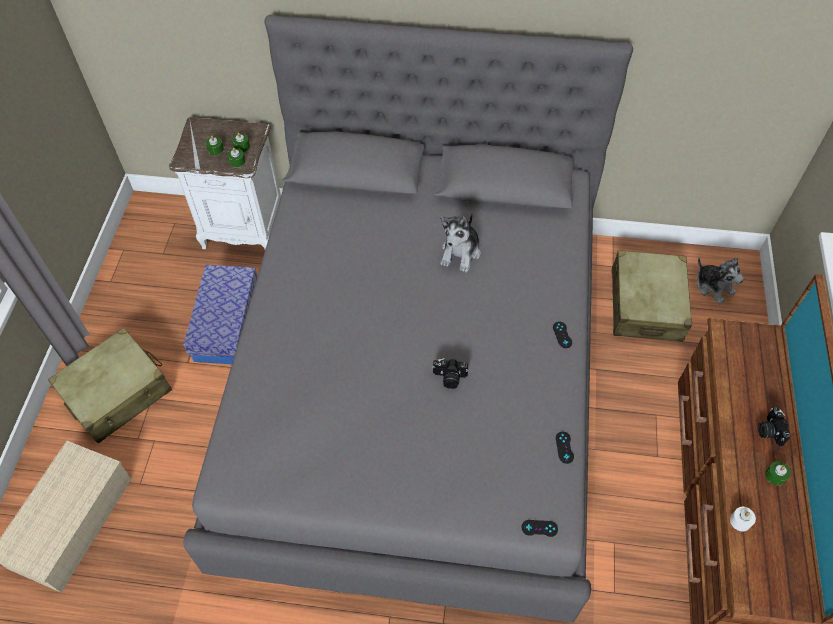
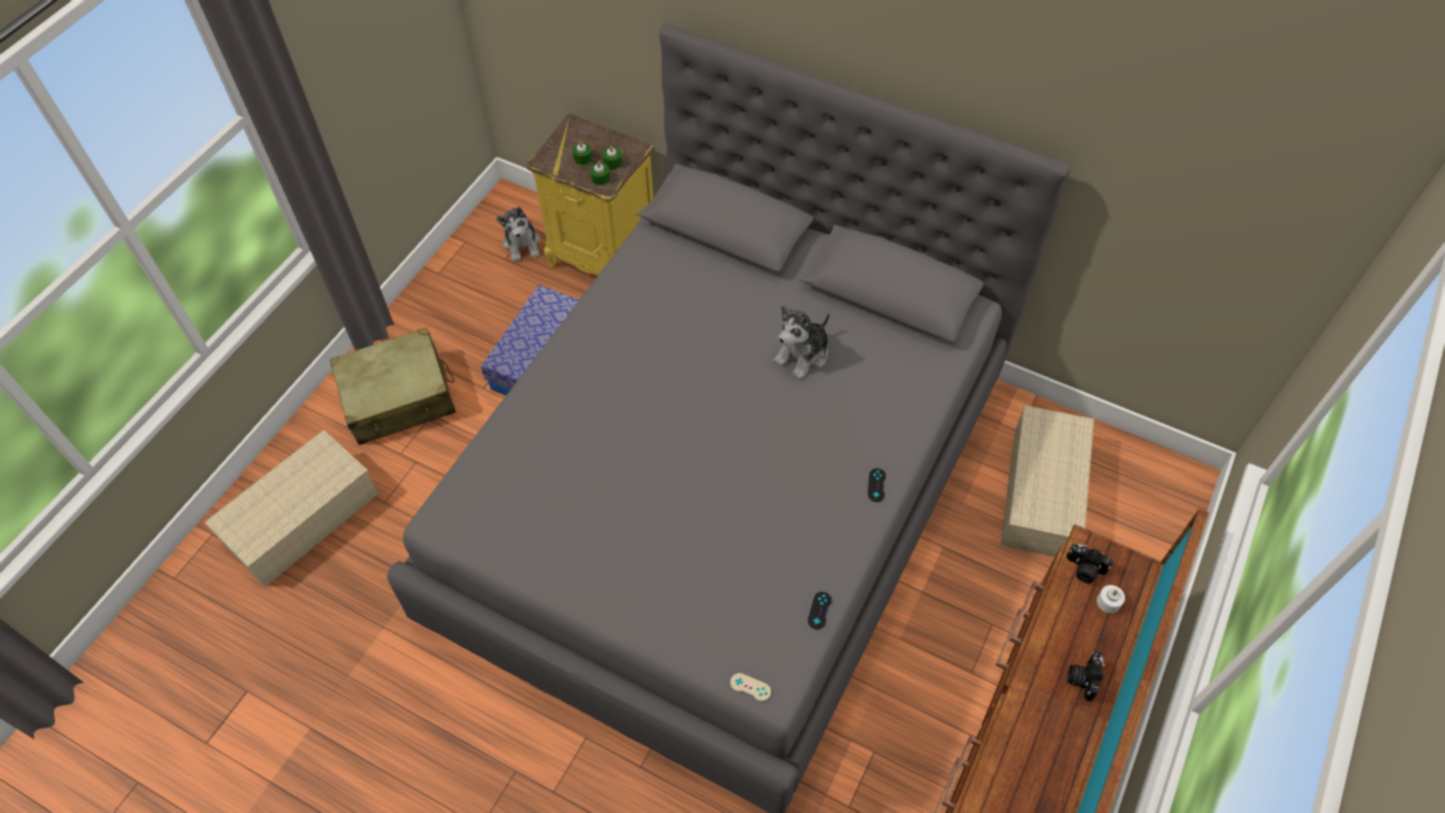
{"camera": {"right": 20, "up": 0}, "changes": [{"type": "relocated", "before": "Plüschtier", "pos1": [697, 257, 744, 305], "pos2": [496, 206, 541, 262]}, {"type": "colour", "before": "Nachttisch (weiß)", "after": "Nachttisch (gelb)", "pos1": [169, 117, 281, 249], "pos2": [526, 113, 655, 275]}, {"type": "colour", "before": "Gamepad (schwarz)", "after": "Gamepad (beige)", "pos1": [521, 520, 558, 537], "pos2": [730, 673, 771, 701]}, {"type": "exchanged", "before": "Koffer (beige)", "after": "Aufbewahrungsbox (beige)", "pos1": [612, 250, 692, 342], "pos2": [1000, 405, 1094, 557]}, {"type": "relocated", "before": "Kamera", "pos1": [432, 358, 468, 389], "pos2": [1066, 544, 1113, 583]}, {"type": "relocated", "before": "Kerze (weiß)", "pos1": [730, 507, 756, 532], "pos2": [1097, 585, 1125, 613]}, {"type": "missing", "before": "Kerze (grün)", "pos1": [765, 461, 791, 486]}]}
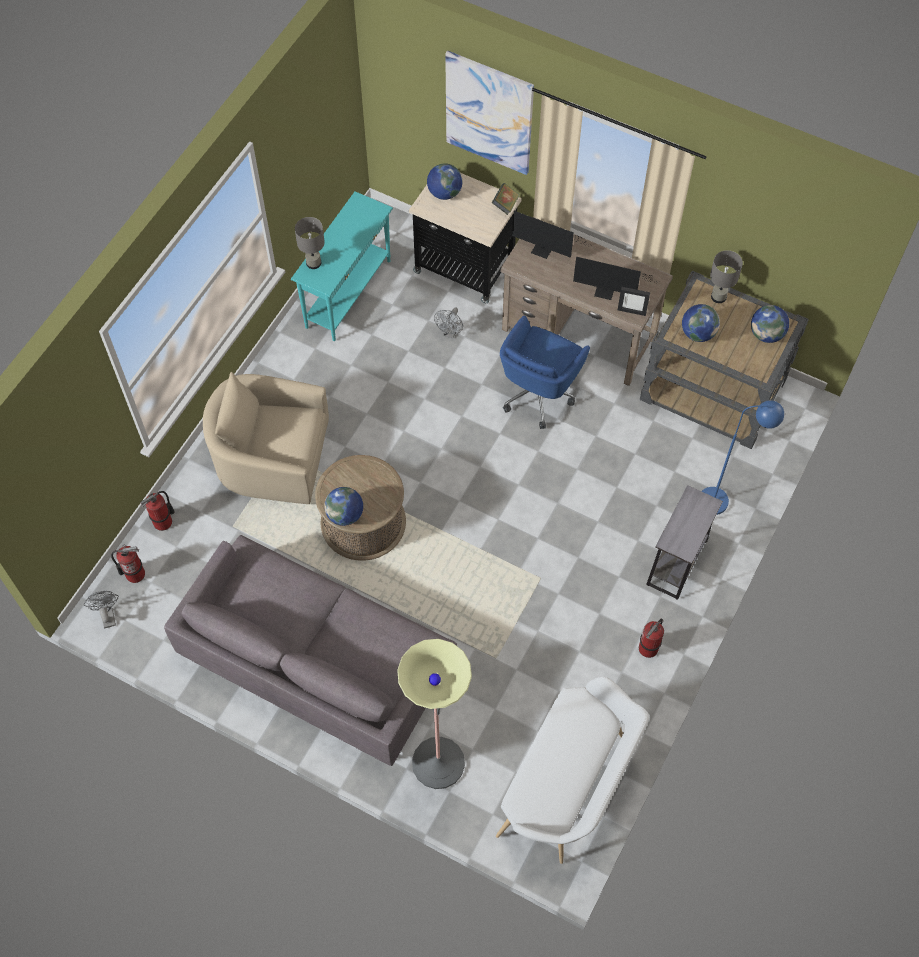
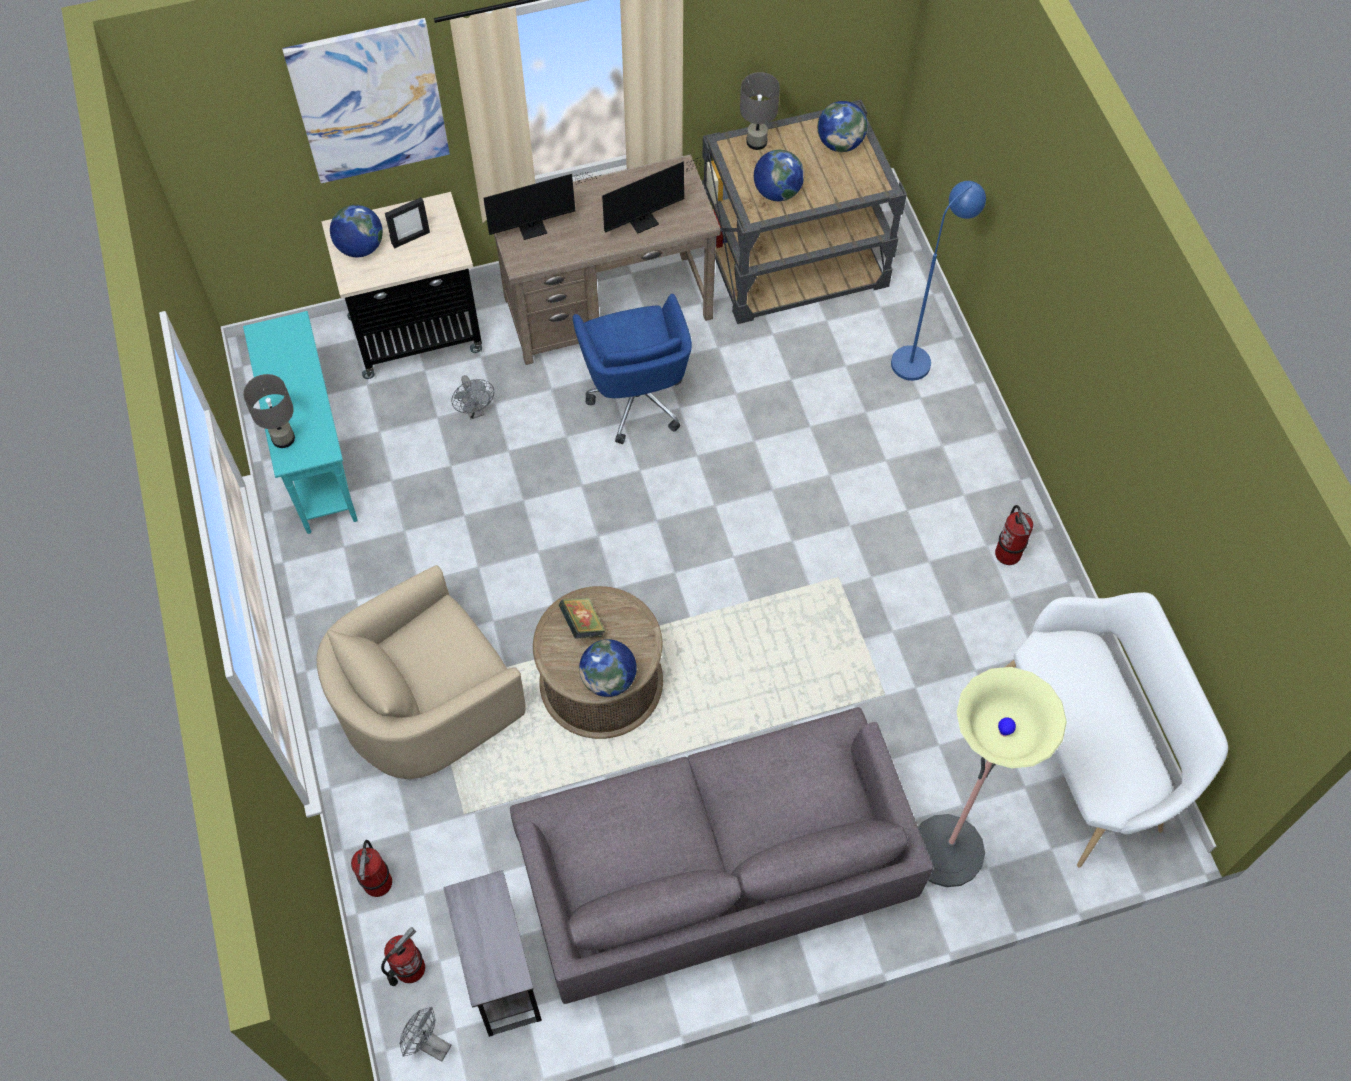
{"camera": {"right": -45, "up": 0}, "changes": [{"type": "relocated", "before": "Bilderrahmen", "pos1": [618, 287, 650, 316], "pos2": [385, 197, 430, 248]}, {"type": "relocated", "before": "Beistelltisch (grau)", "pos1": [646, 485, 723, 600], "pos2": [443, 870, 542, 1037]}, {"type": "relocated", "before": "Buch", "pos1": [492, 183, 520, 215], "pos2": [559, 598, 605, 639]}]}
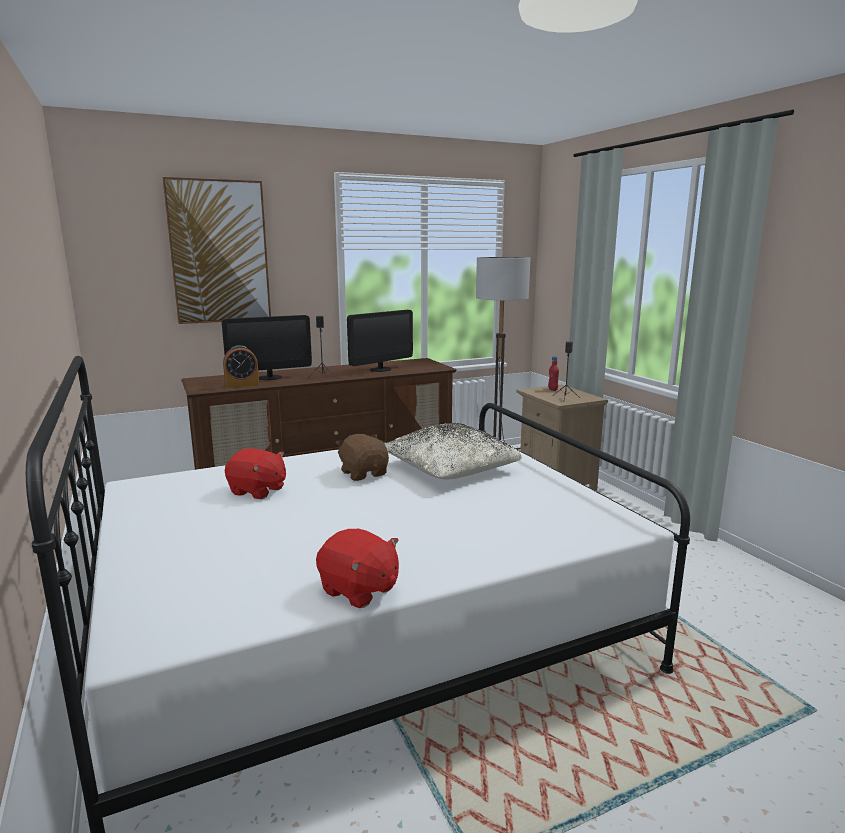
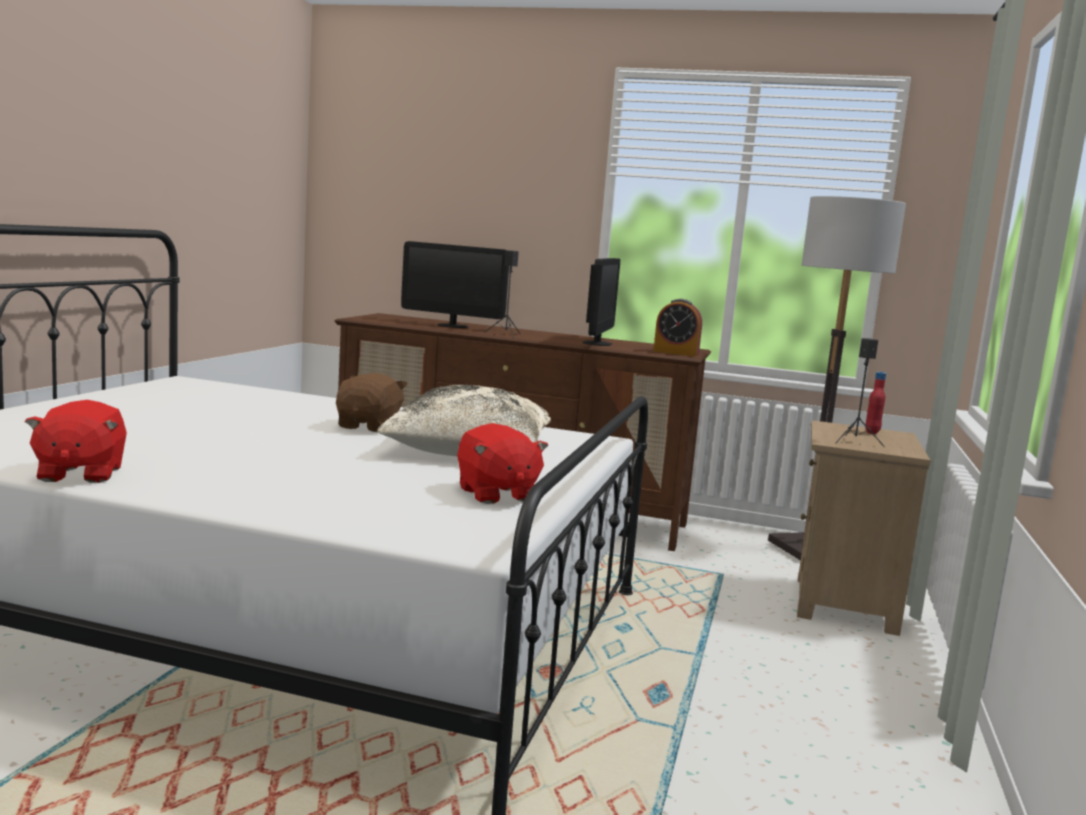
{"camera": {"right": 40, "up": -5}, "changes": [{"type": "relocated", "before": "Plüschtier (rot)", "pos1": [225, 448, 286, 499], "pos2": [457, 423, 548, 504]}, {"type": "spun", "before": "Monitor", "pos1": [347, 310, 413, 372], "pos2": [582, 258, 620, 346], "turn": -75}, {"type": "relocated", "before": "Wecker", "pos1": [223, 345, 259, 388], "pos2": [653, 299, 702, 357]}, {"type": "missing", "before": "Bild", "pos1": [162, 177, 271, 324]}]}
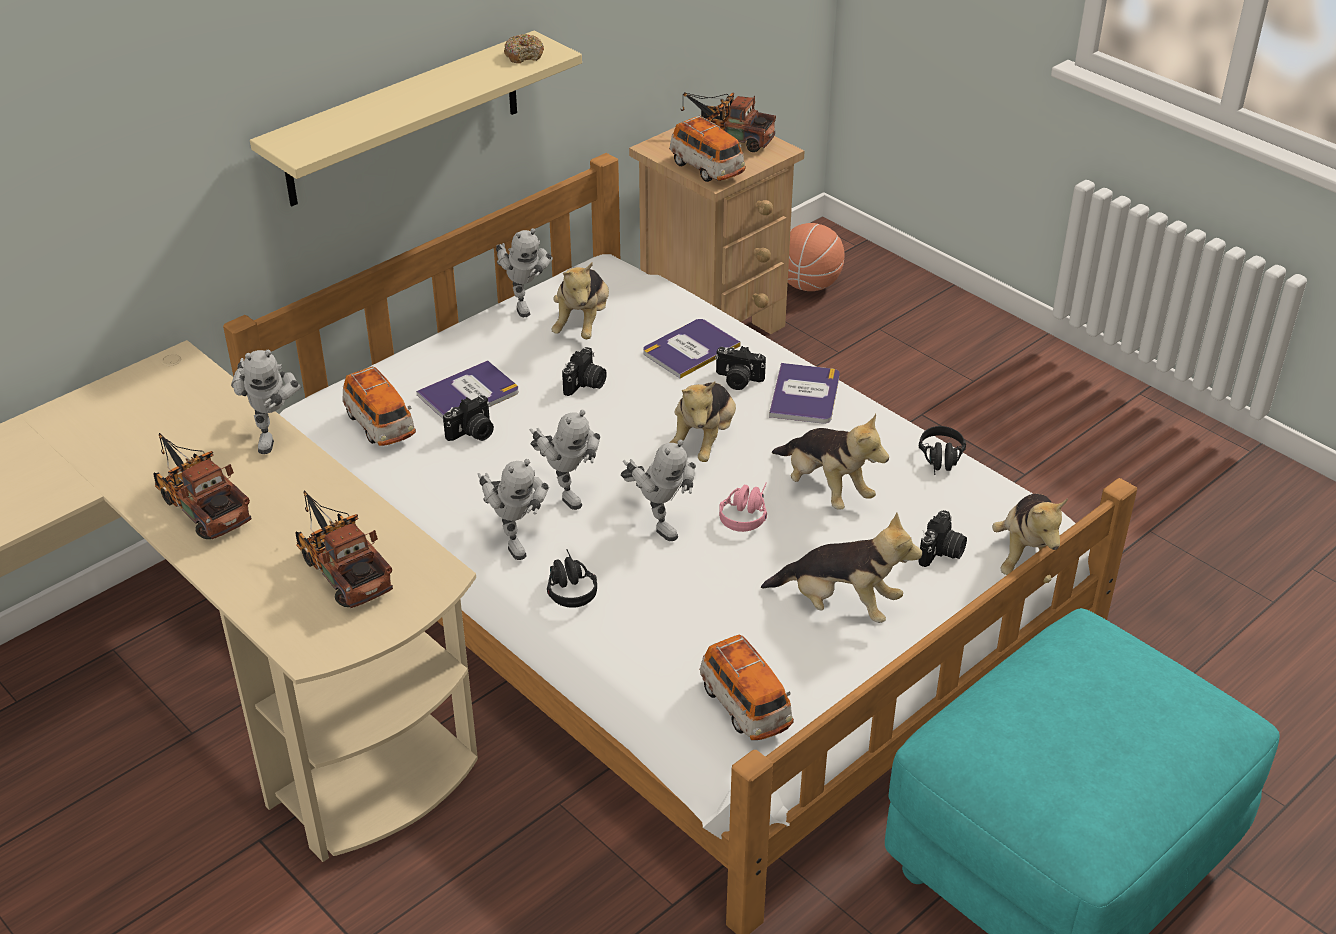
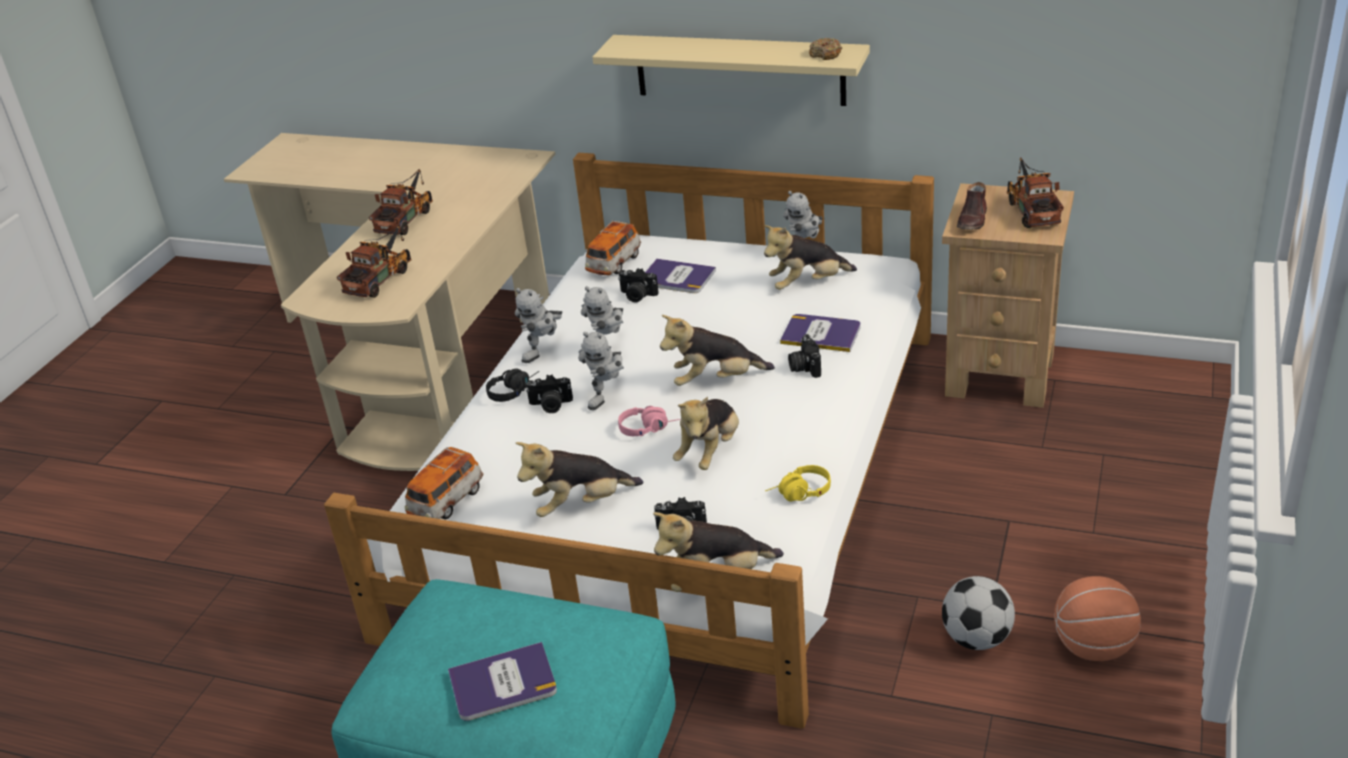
{"camera": {"right": 65, "up": -5}, "changes": [{"type": "relocated", "before": "Buch", "pos1": [769, 363, 840, 424], "pos2": [448, 642, 557, 721]}, {"type": "spun", "before": "Plüschtier", "pos1": [761, 512, 922, 623], "pos2": [516, 442, 643, 517], "turn": 75}, {"type": "relocated", "before": "Kamera", "pos1": [562, 347, 607, 396], "pos2": [526, 374, 573, 413]}, {"type": "colour", "before": "Kopfhörer (schwarz)", "after": "Kopfhörer (gelb)", "pos1": [919, 426, 966, 475], "pos2": [765, 465, 831, 501]}, {"type": "appeared", "after": "Fußball", "pos2": [942, 576, 1015, 650]}, {"type": "exchanged", "before": "Spielzeugauto", "after": "Schuh (braun)", "pos1": [669, 115, 745, 182], "pos2": [957, 182, 987, 230]}, {"type": "relocated", "before": "Basketball", "pos1": [788, 223, 845, 291], "pos2": [1054, 576, 1141, 661]}, {"type": "missing", "before": "Spielzeugroboter", "pos1": [231, 350, 301, 454]}]}
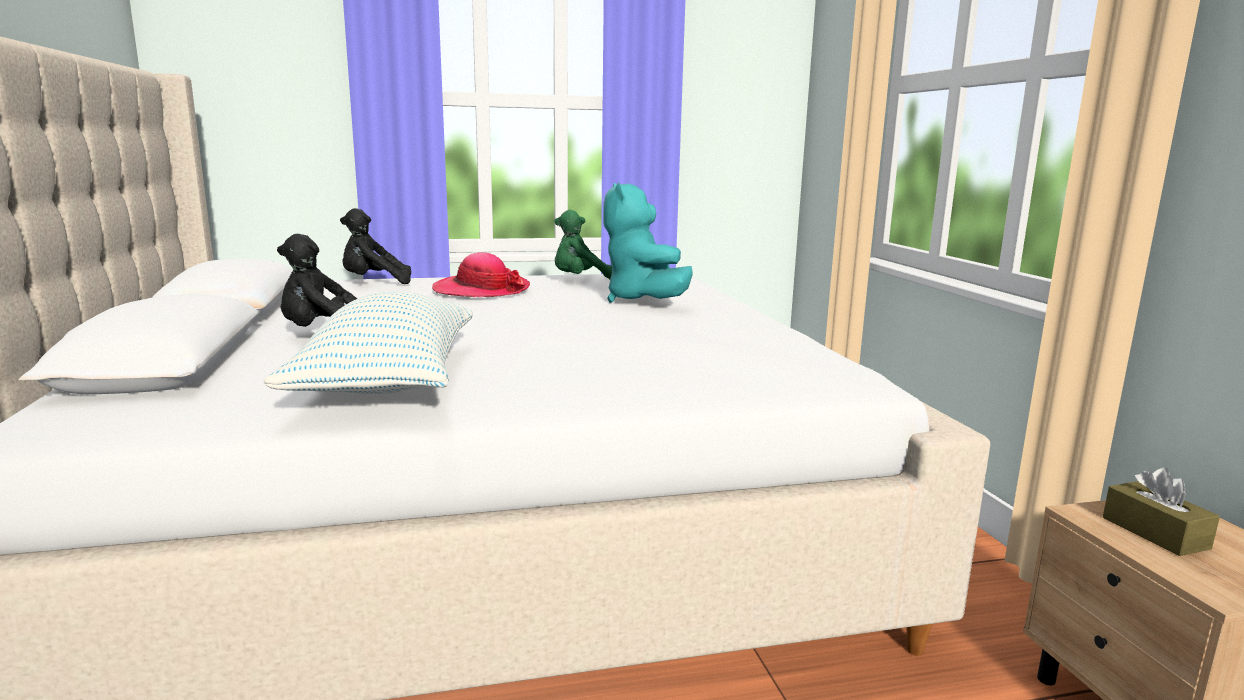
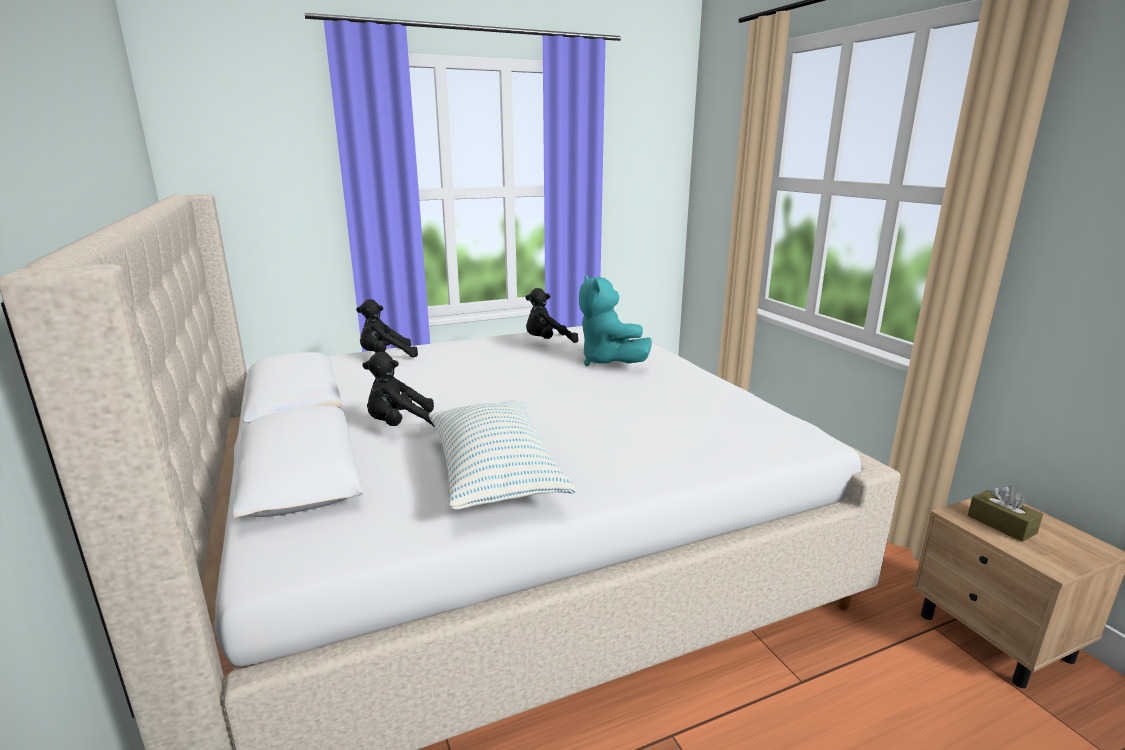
{"camera": {"right": -10, "up": 5}, "changes": [{"type": "colour", "before": "Plüschtier (grün)", "after": "Plüschtier (schwarz)", "pos1": [554, 210, 612, 280], "pos2": [525, 288, 579, 343]}, {"type": "missing", "before": "Hut", "pos1": [432, 252, 530, 297]}]}
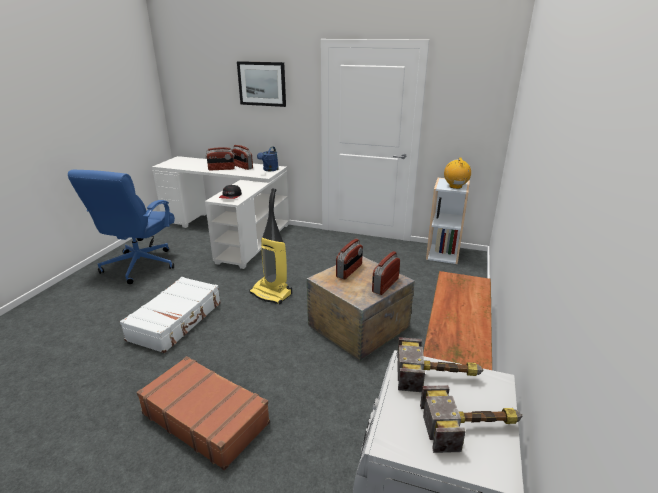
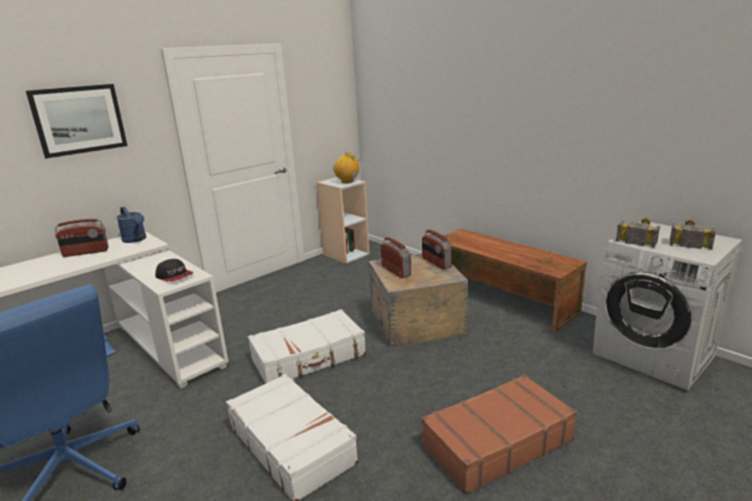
{"camera": {"right": -60, "up": -5}, "changes": [{"type": "exchanged", "before": "Staubsauger", "after": "Koffer (weiß)", "pos1": [249, 188, 292, 304], "pos2": [248, 309, 366, 383]}, {"type": "missing", "before": "Radio", "pos1": [206, 148, 235, 170]}]}
